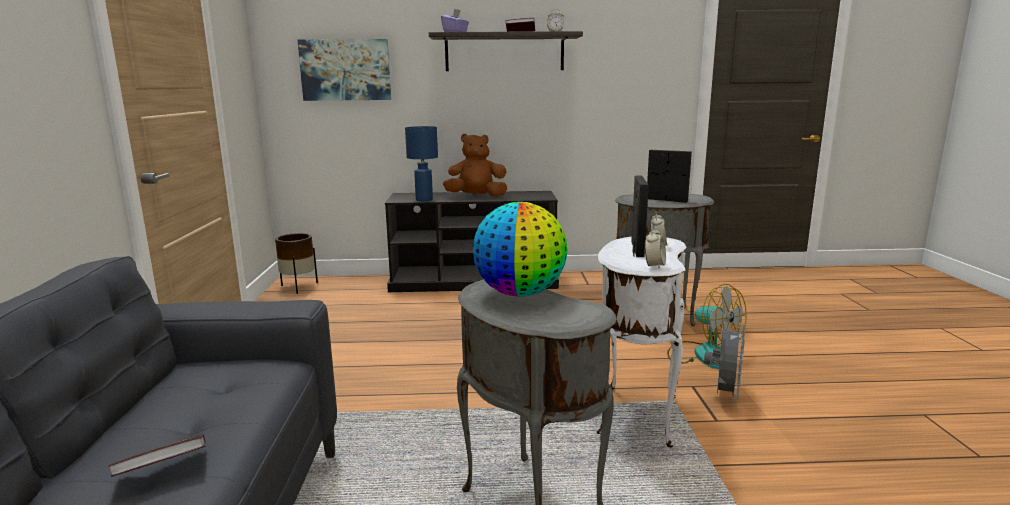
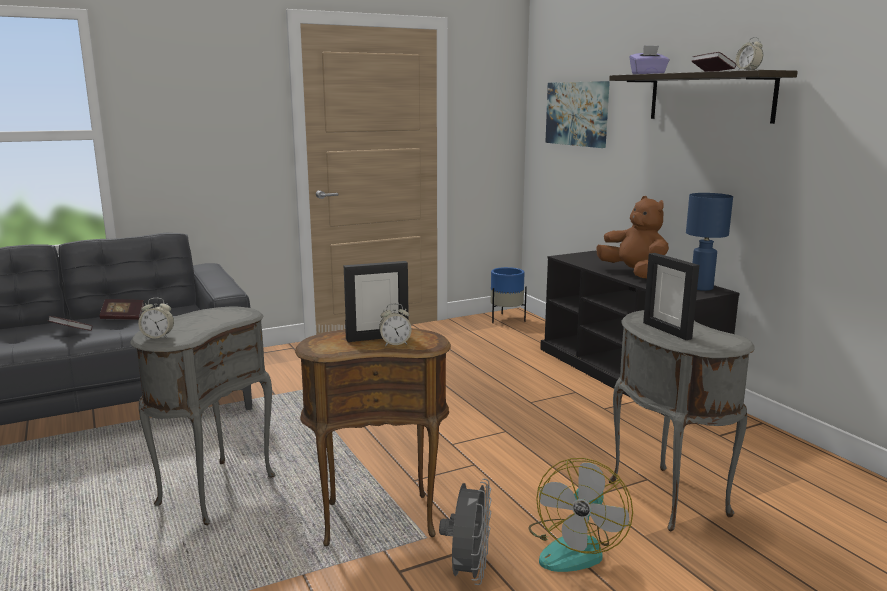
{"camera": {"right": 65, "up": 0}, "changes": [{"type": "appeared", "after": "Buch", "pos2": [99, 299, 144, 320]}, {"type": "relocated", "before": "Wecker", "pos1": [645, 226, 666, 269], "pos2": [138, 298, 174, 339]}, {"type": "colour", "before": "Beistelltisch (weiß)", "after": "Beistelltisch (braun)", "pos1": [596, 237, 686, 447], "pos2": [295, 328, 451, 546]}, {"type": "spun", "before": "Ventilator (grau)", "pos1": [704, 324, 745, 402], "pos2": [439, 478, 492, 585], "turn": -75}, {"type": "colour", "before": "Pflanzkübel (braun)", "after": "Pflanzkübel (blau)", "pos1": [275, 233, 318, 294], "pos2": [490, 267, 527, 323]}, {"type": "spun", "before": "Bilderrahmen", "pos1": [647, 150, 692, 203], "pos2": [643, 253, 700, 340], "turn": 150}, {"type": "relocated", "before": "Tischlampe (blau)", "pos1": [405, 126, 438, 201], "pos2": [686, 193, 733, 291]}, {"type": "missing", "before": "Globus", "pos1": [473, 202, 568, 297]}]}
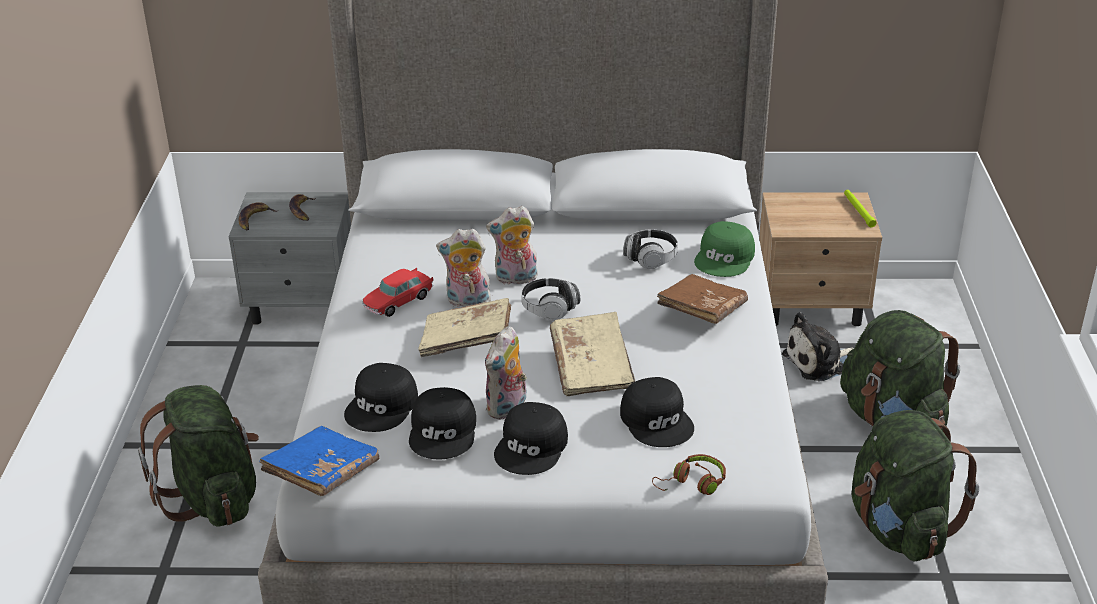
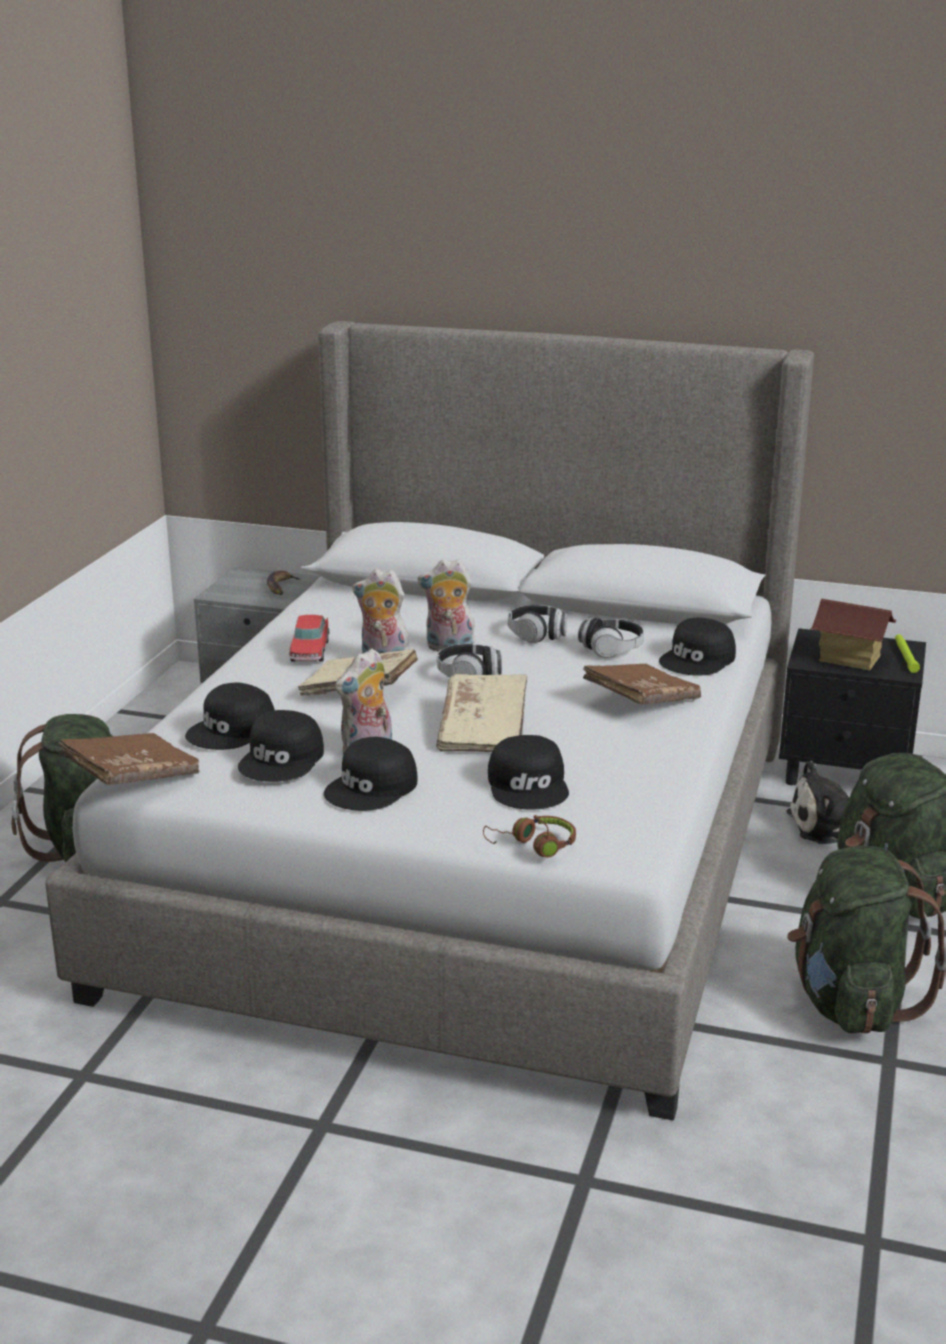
{"camera": {"right": 15, "up": -10}, "changes": [{"type": "colour", "before": "Buch (blau)", "after": "Buch (braun)", "pos1": [259, 426, 380, 496], "pos2": [58, 733, 199, 785]}, {"type": "spun", "before": "Spielzeugauto", "pos1": [362, 268, 433, 317], "pos2": [289, 615, 329, 662], "turn": -60}, {"type": "appeared", "after": "Kopfhörer", "pos2": [508, 605, 567, 643]}, {"type": "colour", "before": "Kappe (grün)", "after": "Kappe (schwarz)", "pos1": [694, 221, 755, 277], "pos2": [659, 617, 736, 676]}, {"type": "colour", "before": "Nachttisch (beige)", "after": "Nachttisch (schwarz)", "pos1": [759, 193, 882, 326], "pos2": [779, 628, 926, 785]}, {"type": "appeared", "after": "Spielzeughaus", "pos2": [811, 599, 896, 671]}, {"type": "missing", "before": "Banane", "pos1": [239, 202, 277, 231]}]}
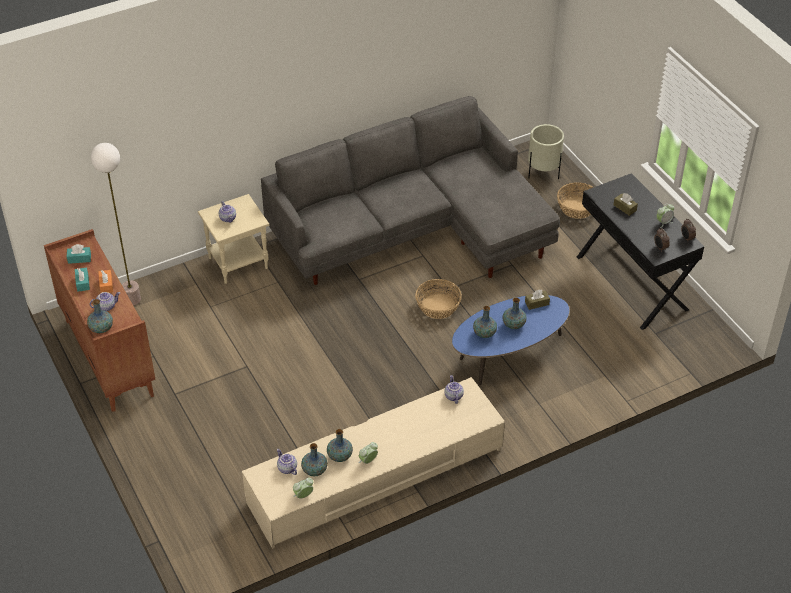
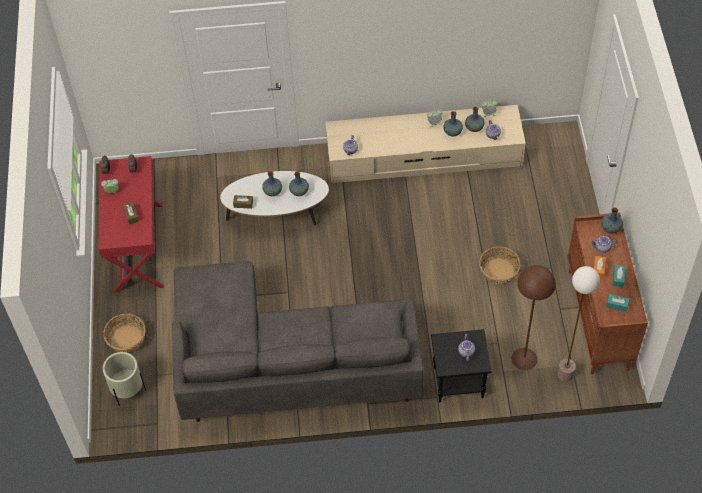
{"camera": {"right": -155, "up": 10}, "changes": [{"type": "colour", "before": "Konsolentisch (schwarz)", "after": "Konsolentisch (rot)", "pos1": [577, 173, 704, 330], "pos2": [99, 156, 164, 293]}, {"type": "colour", "before": "Couchtisch (blau)", "after": "Couchtisch (weiß)", "pos1": [452, 295, 569, 385], "pos2": [220, 171, 329, 225]}, {"type": "colour", "before": "Beistelltisch (beige)", "after": "Beistelltisch (schwarz)", "pos1": [198, 194, 269, 284], "pos2": [431, 329, 492, 402]}, {"type": "relocated", "before": "Korb", "pos1": [415, 279, 462, 319], "pos2": [479, 246, 521, 284]}, {"type": "appeared", "after": "Stehlampe (braun)", "pos2": [512, 265, 556, 370]}]}
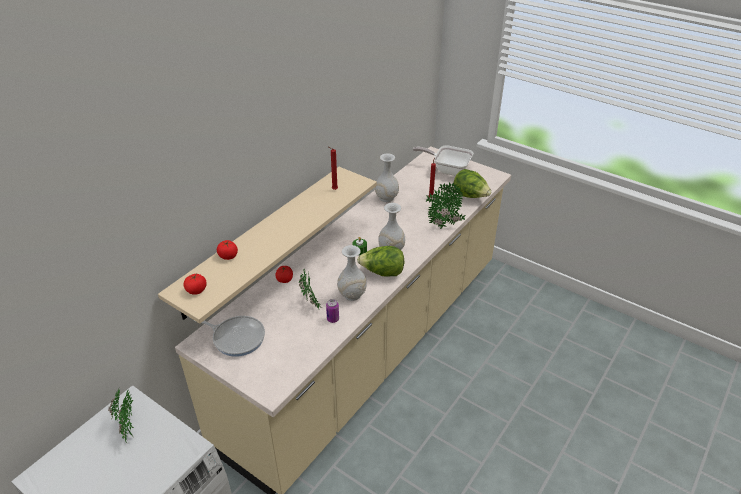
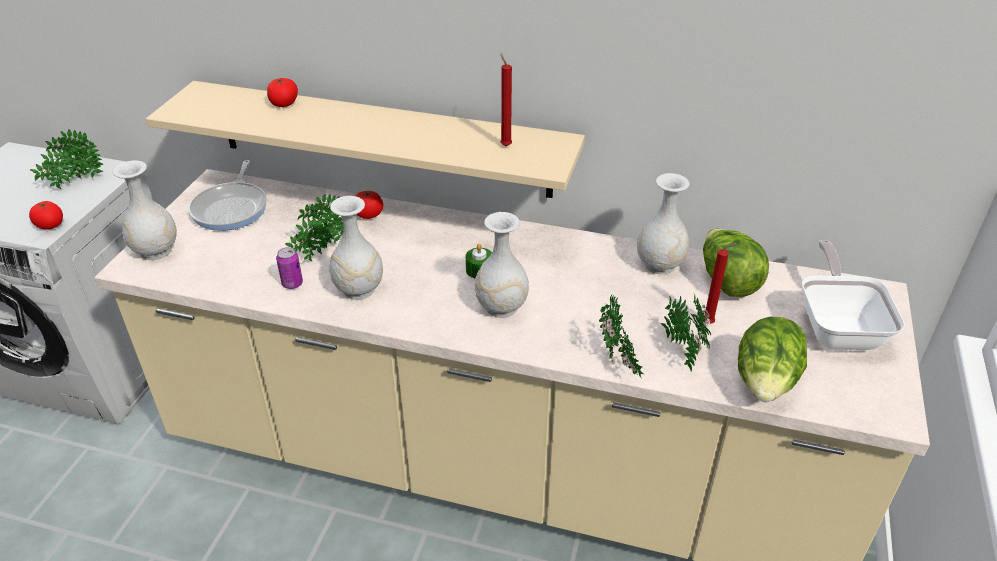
{"camera": {"right": 70, "up": 0}, "changes": [{"type": "relocated", "before": "Tomate", "pos1": [184, 274, 207, 295], "pos2": [29, 201, 63, 229]}, {"type": "appeared", "after": "Vase (weiß)", "pos2": [112, 160, 177, 260]}, {"type": "relocated", "before": "Salatkopf", "pos1": [357, 246, 405, 277], "pos2": [703, 229, 769, 297]}]}
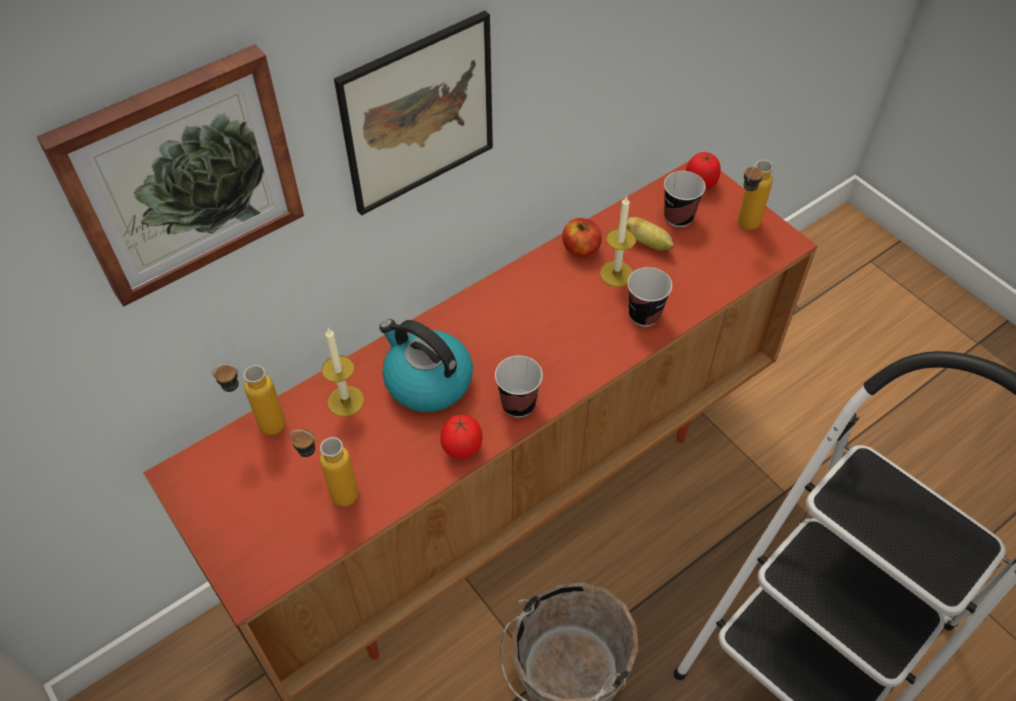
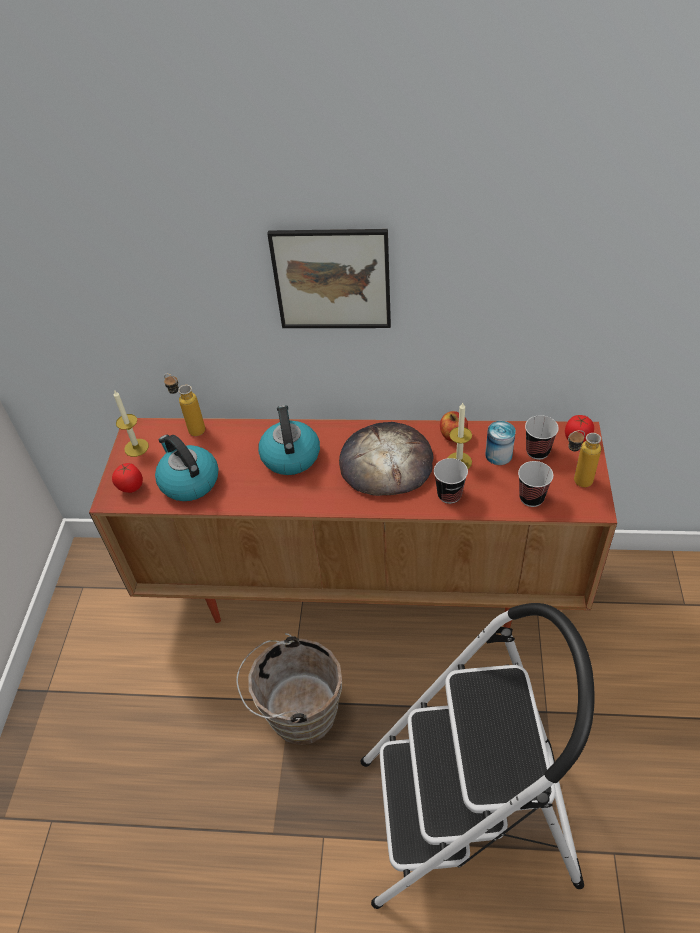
{"camera": {"right": 45, "up": -5}, "changes": [{"type": "relocated", "before": "Tomate", "pos1": [440, 415, 482, 459], "pos2": [112, 463, 143, 493]}, {"type": "relocated", "before": "Kerze", "pos1": [322, 328, 364, 417], "pos2": [114, 391, 149, 457]}, {"type": "exchanged", "before": "Flasche", "after": "Wasserkessel", "pos1": [290, 429, 359, 506], "pos2": [155, 435, 219, 501]}, {"type": "appeared", "after": "Brot", "pos2": [339, 422, 433, 496]}, {"type": "exchanged", "before": "Banane", "after": "Dose", "pos1": [619, 217, 674, 251], "pos2": [485, 421, 516, 465]}, {"type": "relocated", "before": "Tasse", "pos1": [495, 356, 543, 417], "pos2": [518, 461, 553, 507]}, {"type": "missing", "before": "Bild", "pos1": [37, 44, 304, 307]}]}
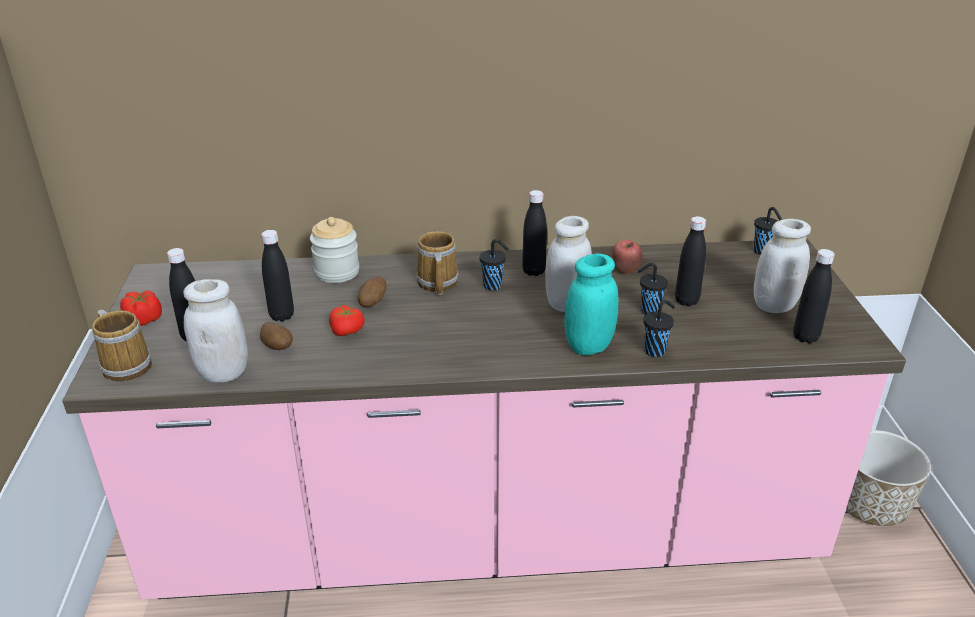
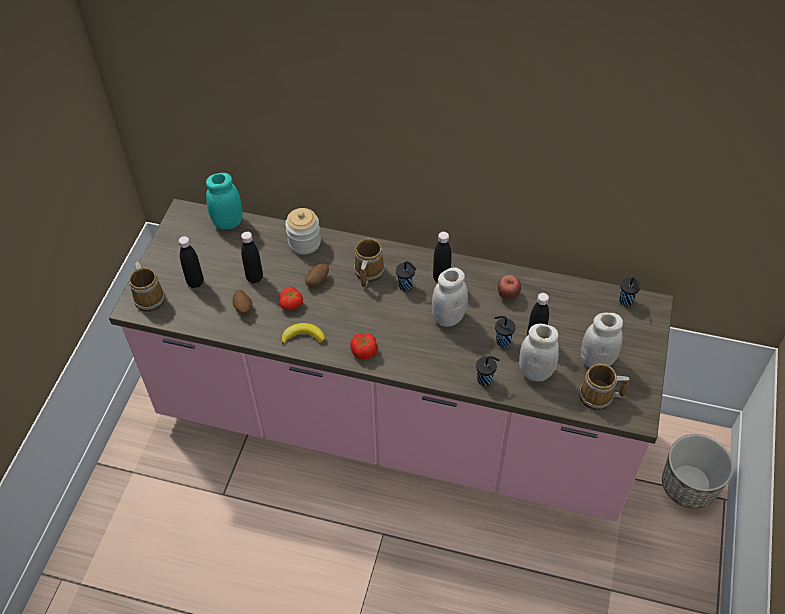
{"camera": {"right": 20, "up": 20}, "changes": [{"type": "relocated", "before": "Vorratsglas (türkis)", "pos1": [564, 253, 619, 355], "pos2": [206, 173, 243, 229]}, {"type": "appeared", "after": "Banane", "pos2": [282, 323, 326, 345]}, {"type": "relocated", "before": "Tomate", "pos1": [120, 290, 162, 326], "pos2": [350, 333, 378, 360]}, {"type": "relocated", "before": "Vorratsglas (weiß)", "pos1": [183, 279, 248, 383], "pos2": [519, 324, 559, 382]}, {"type": "exchanged", "before": "Flasche (schwarz)", "after": "Henkelbecher", "pos1": [793, 249, 835, 343], "pos2": [579, 364, 630, 410]}]}
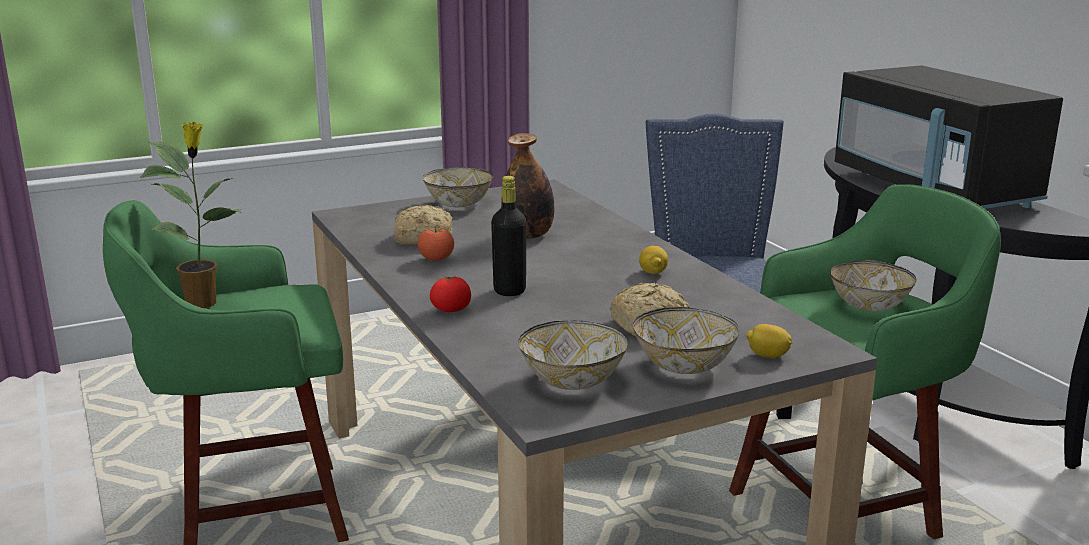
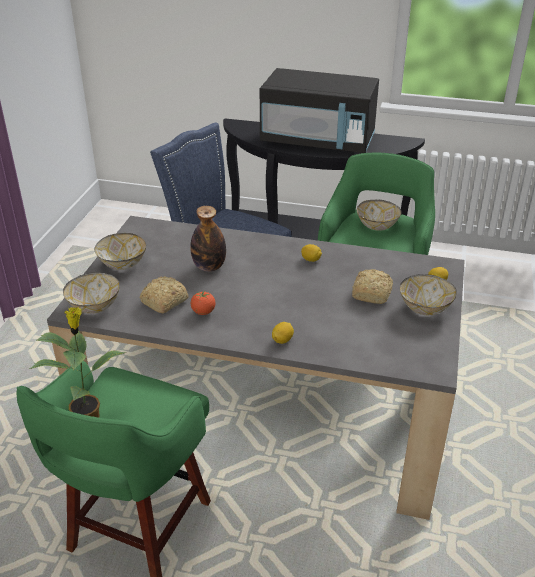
{"camera": {"right": -50, "up": 15}, "changes": [{"type": "relocated", "before": "Schüssel", "pos1": [518, 321, 628, 390], "pos2": [63, 272, 120, 314]}, {"type": "exchanged", "before": "Tomate", "after": "Zitrone", "pos1": [430, 275, 471, 312], "pos2": [272, 322, 294, 344]}, {"type": "missing", "before": "Flasche (schwarz)", "pos1": [491, 176, 527, 296]}]}
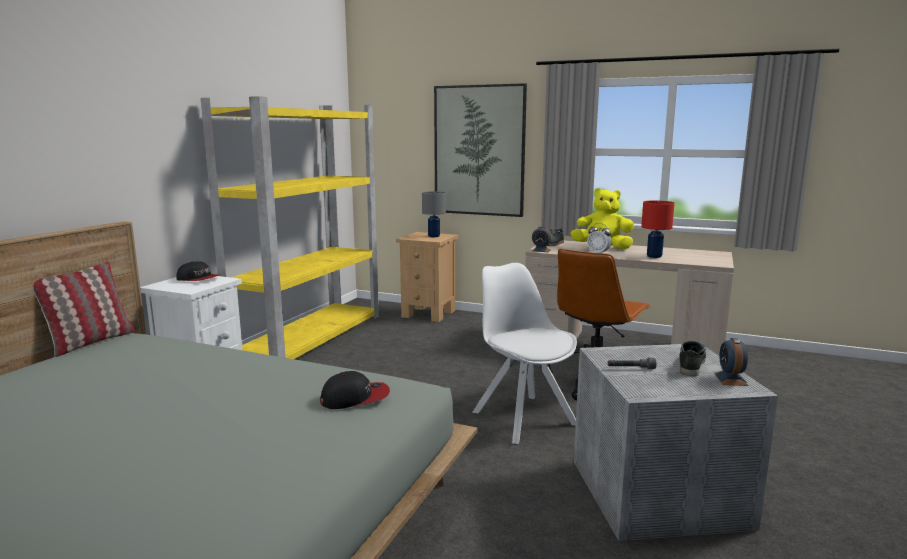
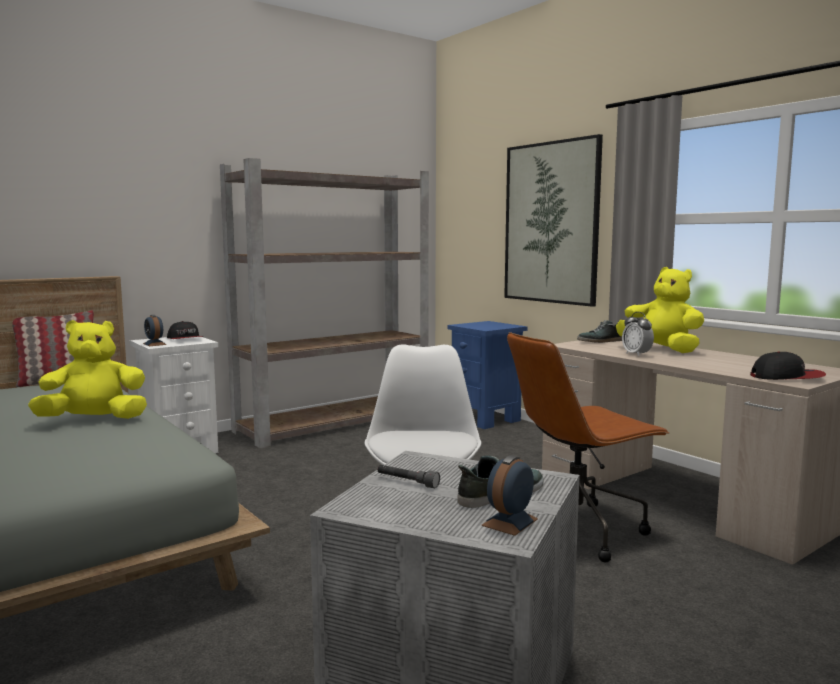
{"camera": {"right": 30, "up": -5}, "changes": [{"type": "appeared", "after": "Plüschtier (gelb)", "pos2": [28, 320, 147, 419]}, {"type": "relocated", "before": "Wecker", "pos1": [532, 227, 552, 252], "pos2": [143, 315, 167, 346]}, {"type": "colour", "before": "Bücherregal (gelb)", "after": "Bücherregal (braun)", "pos1": [201, 96, 379, 359], "pos2": [220, 158, 429, 449]}, {"type": "colour", "before": "Nachttisch (beige)", "after": "Nachttisch (blau)", "pos1": [396, 232, 459, 322], "pos2": [447, 321, 528, 429]}, {"type": "relocated", "before": "Kappe", "pos1": [320, 371, 390, 409], "pos2": [750, 351, 826, 380]}, {"type": "missing", "before": "Tischlampe (grau)", "pos1": [422, 191, 446, 237]}, {"type": "missing", "before": "Tischlampe (rot)", "pos1": [641, 200, 675, 258]}]}
